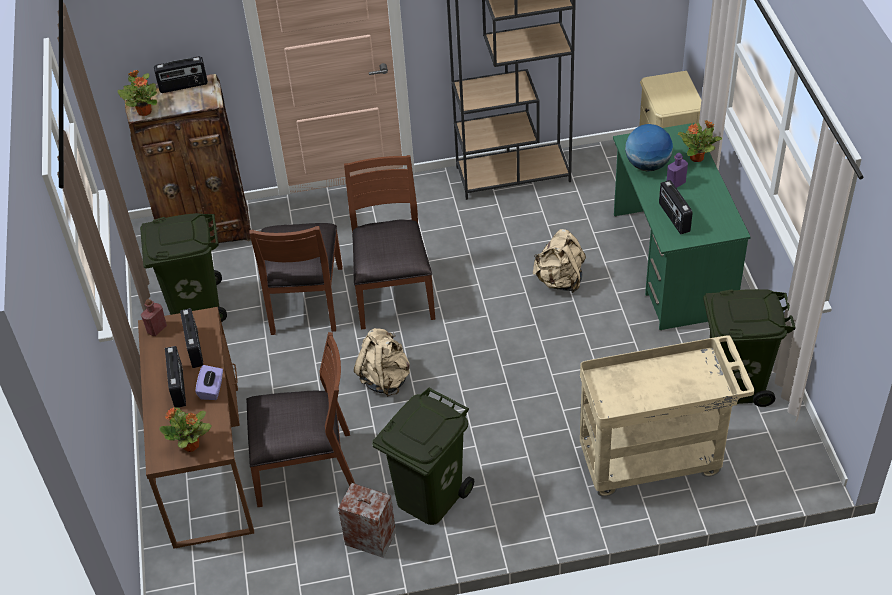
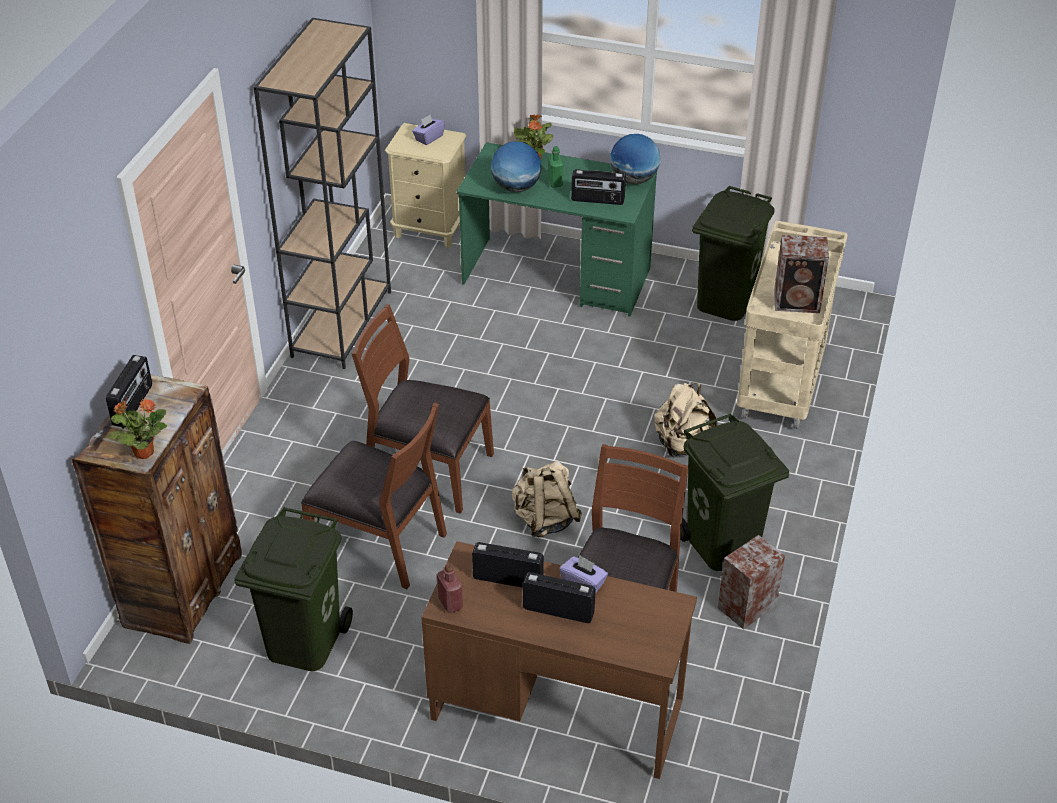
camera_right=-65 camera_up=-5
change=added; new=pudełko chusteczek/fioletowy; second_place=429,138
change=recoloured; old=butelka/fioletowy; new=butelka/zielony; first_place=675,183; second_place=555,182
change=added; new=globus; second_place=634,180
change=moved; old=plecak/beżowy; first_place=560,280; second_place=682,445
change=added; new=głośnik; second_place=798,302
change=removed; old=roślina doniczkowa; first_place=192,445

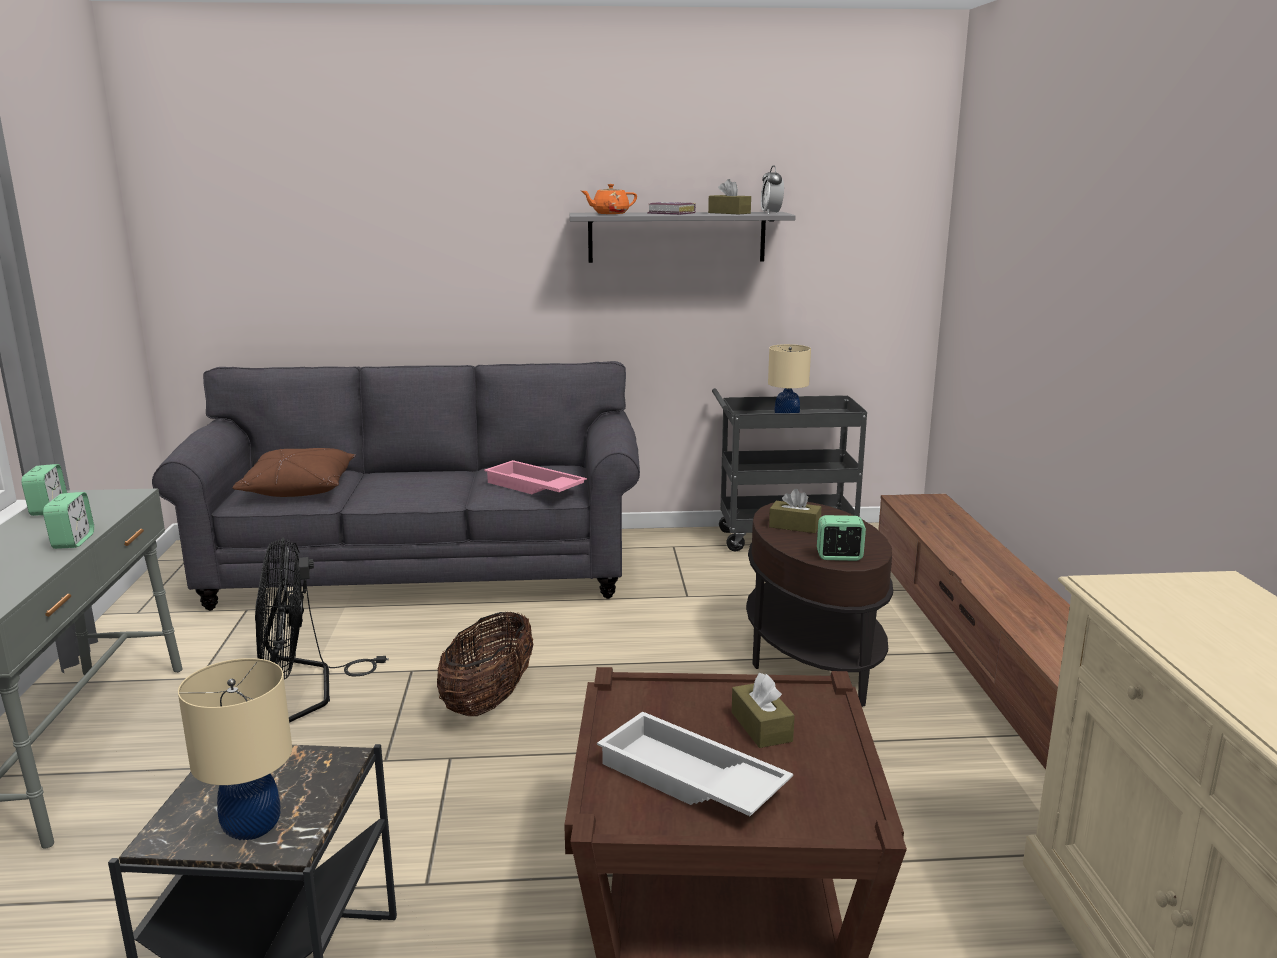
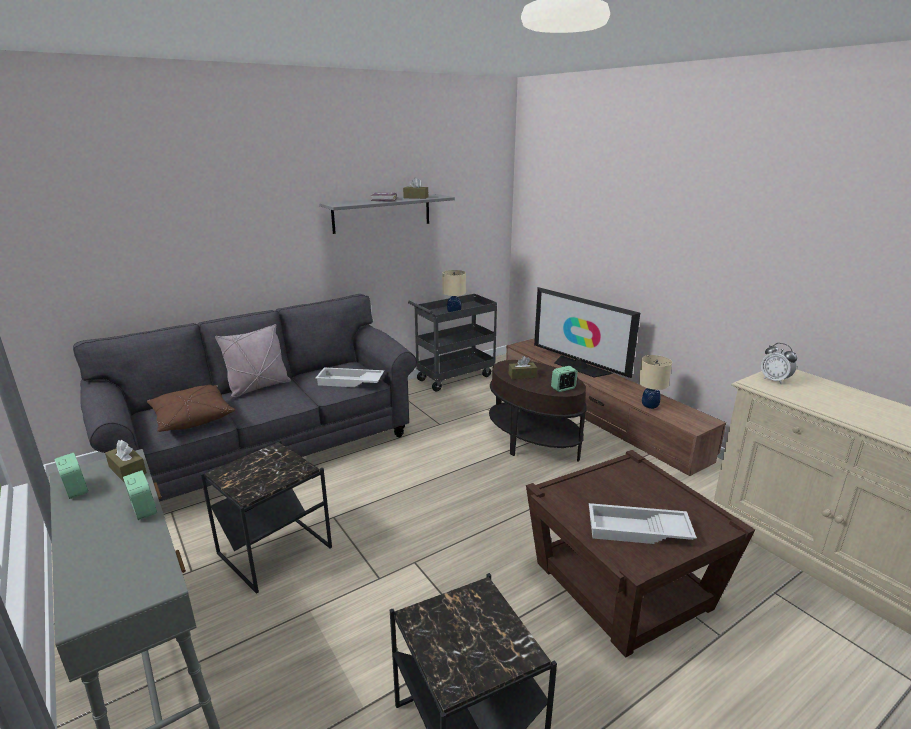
camera_right=-30 camera_up=5
change=moved; old=pudełko chusteczek/brązowy; first_place=761,727; second_place=127,470
change=replaced; old=wentylator/czarny; new=stolik/czarny; first_place=305,687; second_place=276,551
change=added; new=poduszka/fioletowy; second_place=258,388
change=recoloured; old=taca/różowy; new=taca/biały; first_place=533,487; second_place=349,382
change=added; new=telewizor; second_place=580,367
change=moved; old=lampa stołowa/beżowy; first_place=255,827; second_place=650,406
change=moved; old=budzik; first_place=771,213; second_place=774,380
change=removed; old=koszyk; first_place=489,700
change=removed; old=imbryk/pomarańczowy; first_place=609,213

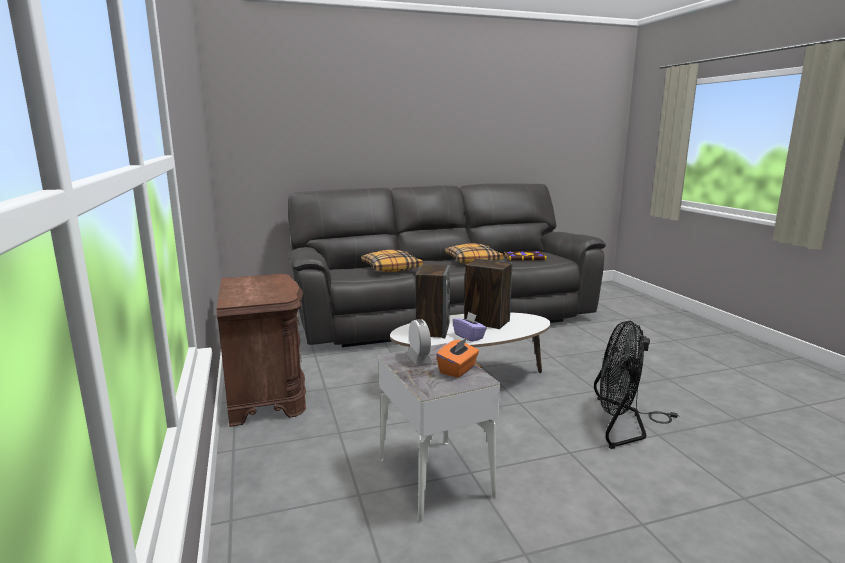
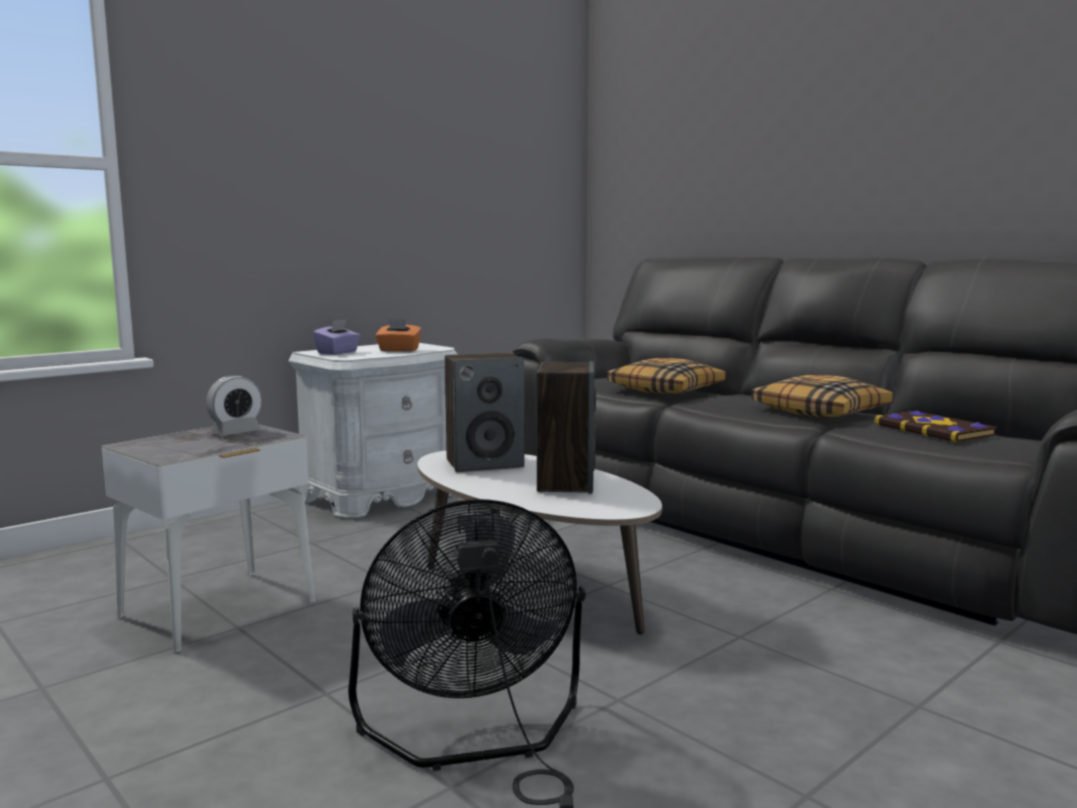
camera_right=65 camera_up=-5
change=recoloured; old=szafka nocna/brązowy; new=szafka nocna/biały; first_place=268,395; second_place=385,496
change=moved; old=pudełko chusteczek/fioletowy; first_place=469,336; second_place=338,352
change=moved; old=pudełko chusteczek/pomarańczowy; first_place=458,370; second_place=399,350

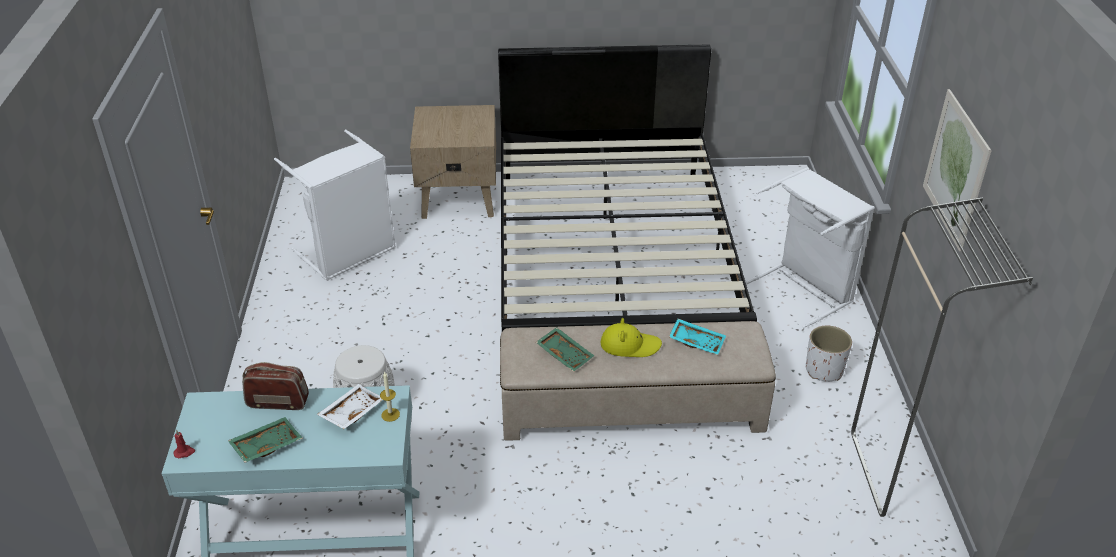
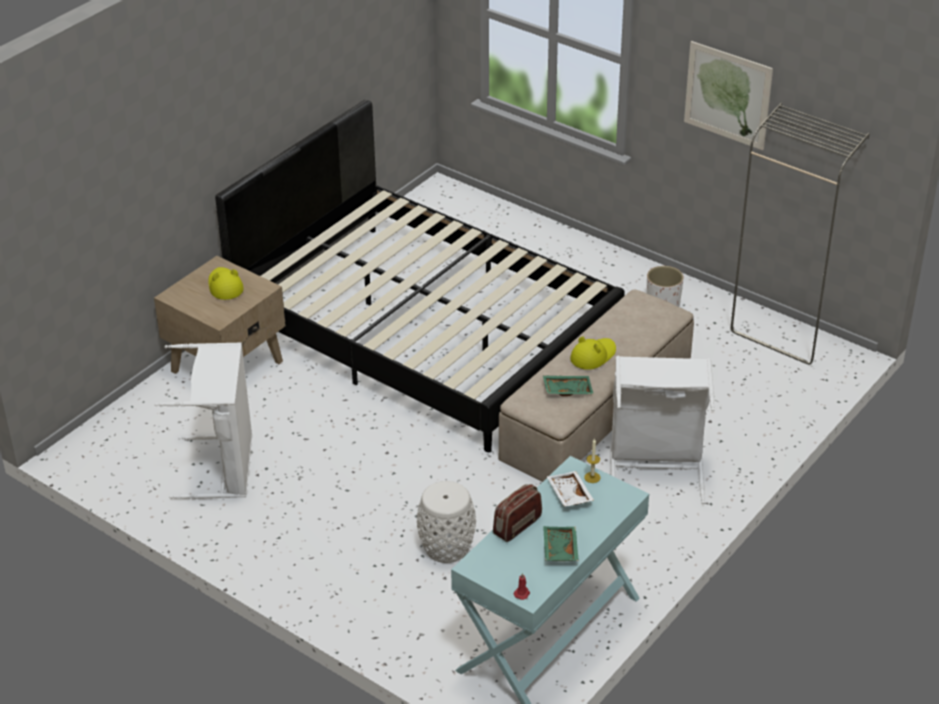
camera_right=-50 camera_up=0
change=added; new=kapelusz/żółty; second_place=225,286
change=moved; old=kosz na pranie/biały; first_place=805,289; second_place=656,469
change=removed; old=taca/turkusowy; first_place=697,341

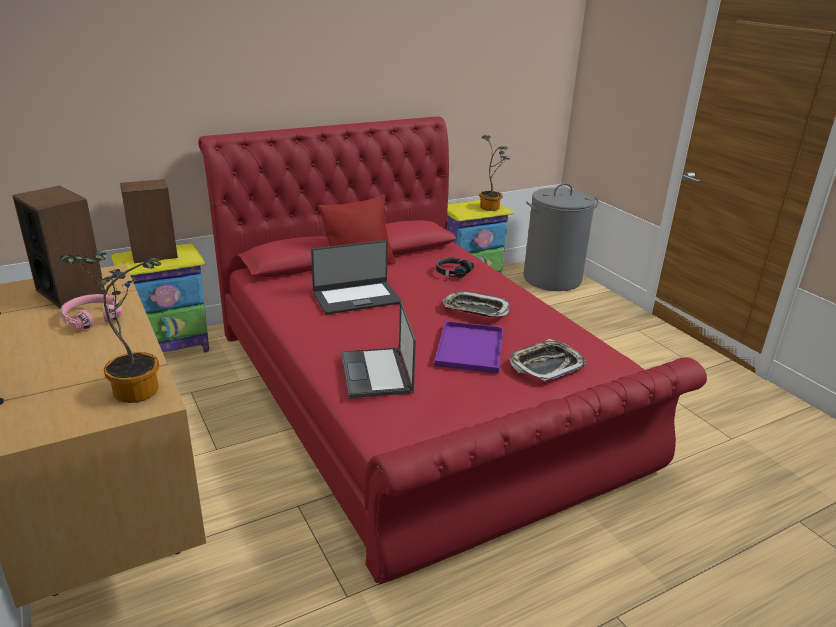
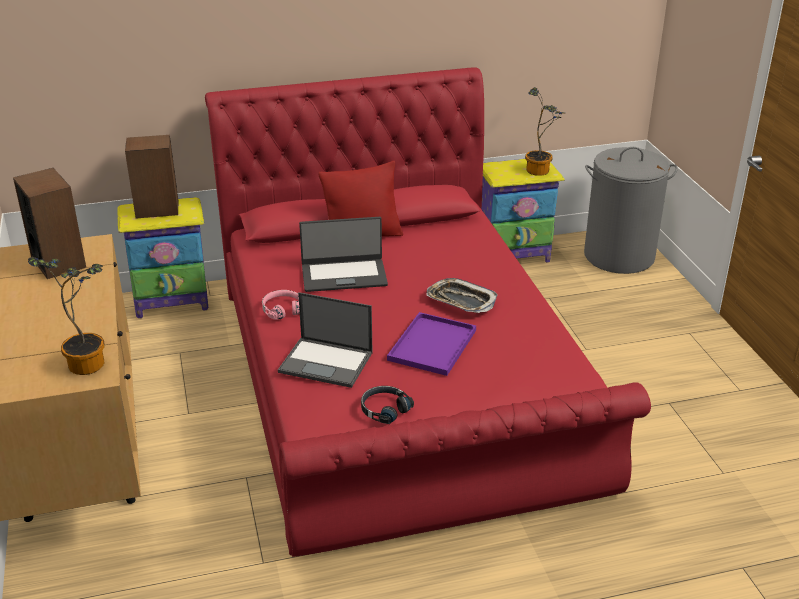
camera_right=15 camera_up=5
change=moved; old=słuchawki/różowy; first_place=92,318; second_place=282,309
change=turned; old=laptop; first_place=376,373; second_place=327,362; degrees=-75
change=moved; old=słuchawki/czarny; first_place=452,272; second_place=384,409
change=removed; old=taca; first_place=546,365

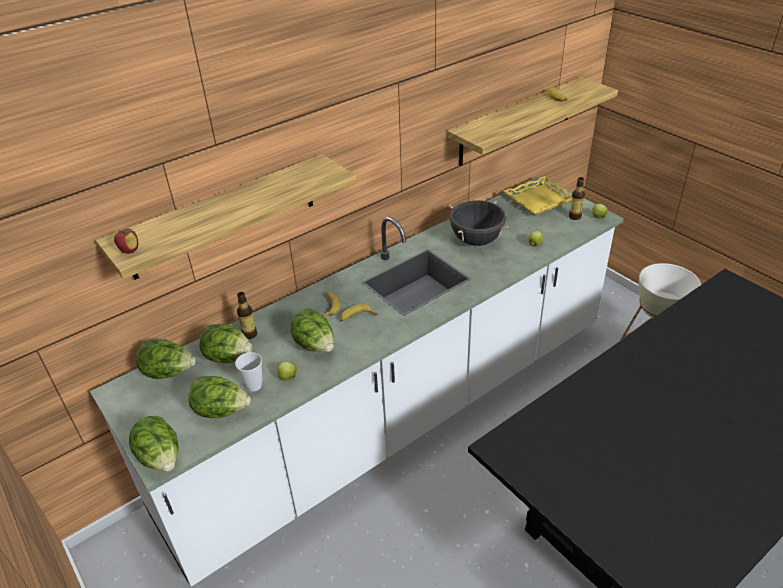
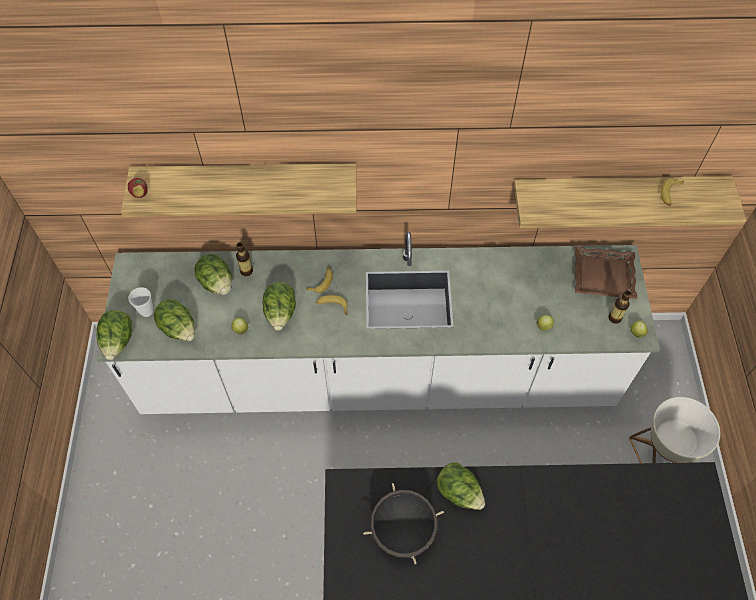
camera_right=35 camera_up=20
change=moved; old=filiżanka; first_place=254,386; second_place=147,311
change=moved; old=garnek/czarny; first_place=476,240; second_place=403,532
change=moved; old=sałata; first_place=169,372; second_place=459,492
change=recoloured; old=taca/żółty; new=taca/brązowy; first_place=539,200; second_place=603,277

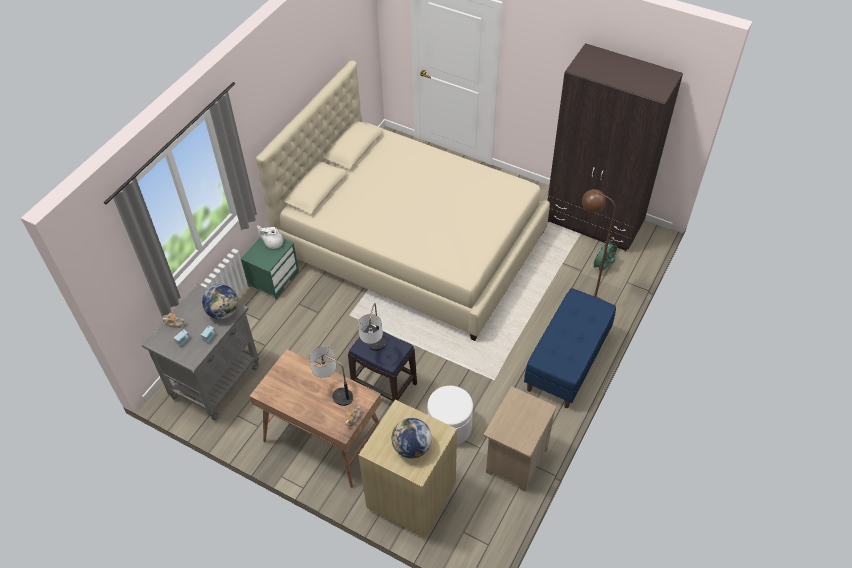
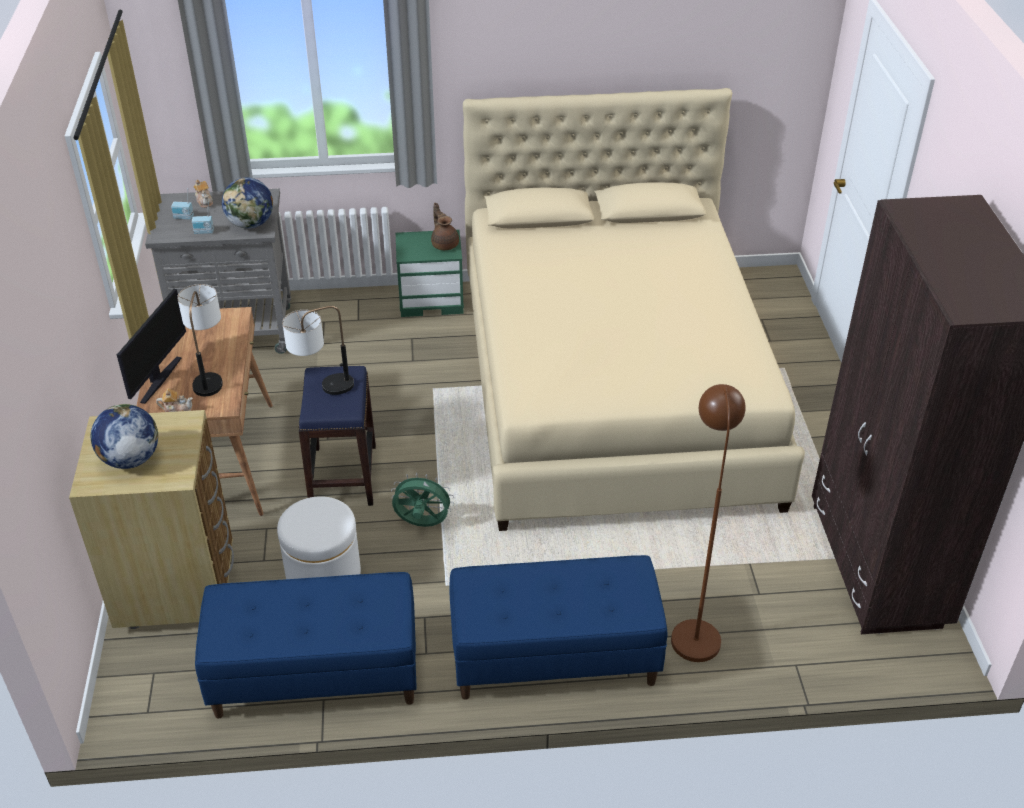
camera_right=55 camera_up=-10
change=added; new=monitor; second_place=159,379
change=replaced; old=szafka nocna/beżowy; new=ławka/niebieski; first_place=514,461; second_place=315,677
change=moved; old=wentylator/zielony; first_place=603,267; second_place=422,524
change=recoloured; old=imbryk/biały; new=imbryk/brązowy; first_place=273,243; second_place=444,244

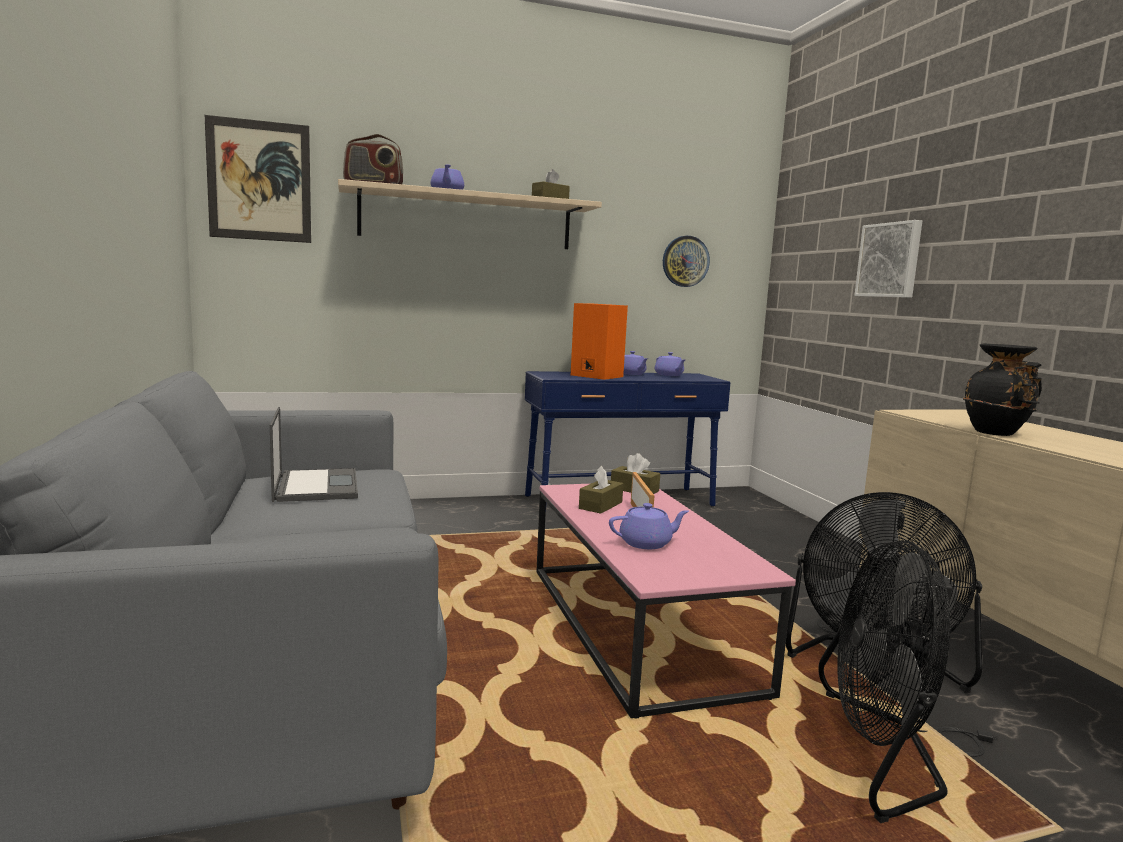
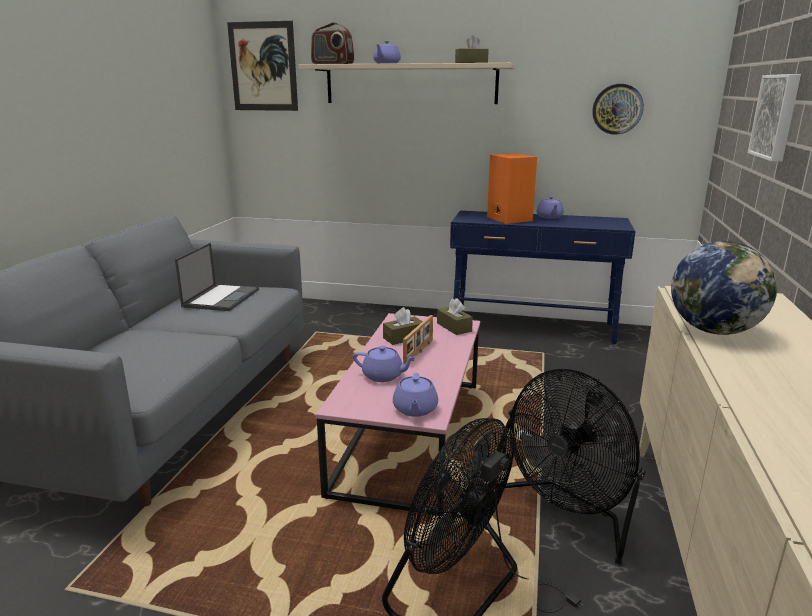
camera_right=30 camera_up=10
change=moved; old=imbryk/fioletowy; first_place=669,375; second_place=415,409
change=replaced; old=wazon/czarny; new=globus; first_place=997,432; second_place=714,330

